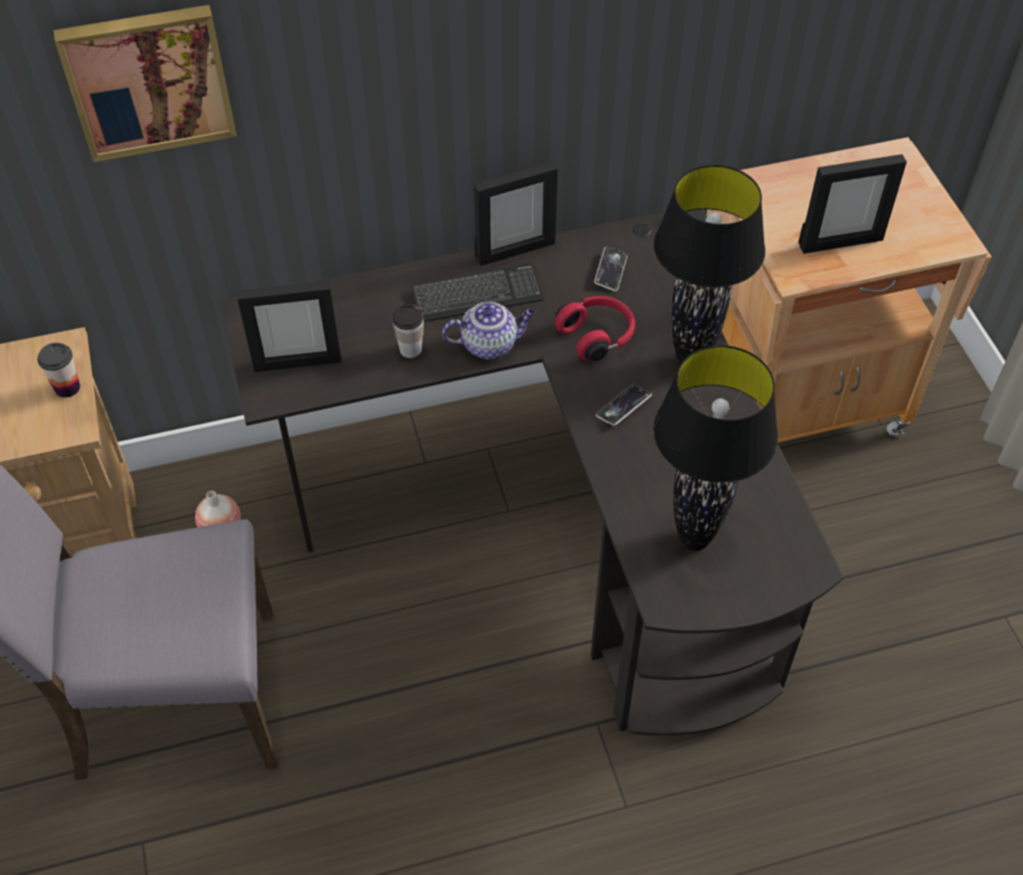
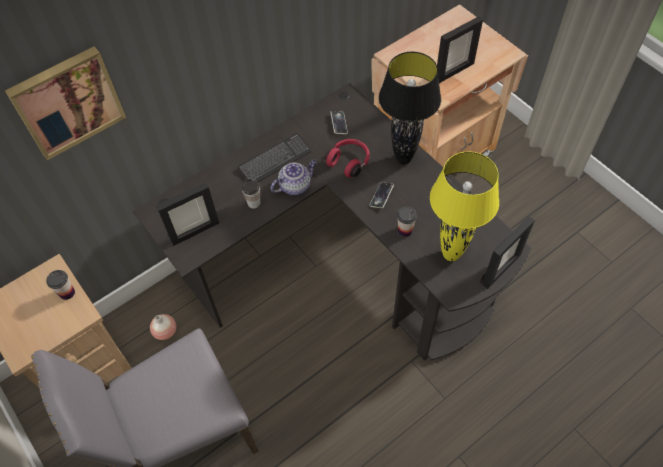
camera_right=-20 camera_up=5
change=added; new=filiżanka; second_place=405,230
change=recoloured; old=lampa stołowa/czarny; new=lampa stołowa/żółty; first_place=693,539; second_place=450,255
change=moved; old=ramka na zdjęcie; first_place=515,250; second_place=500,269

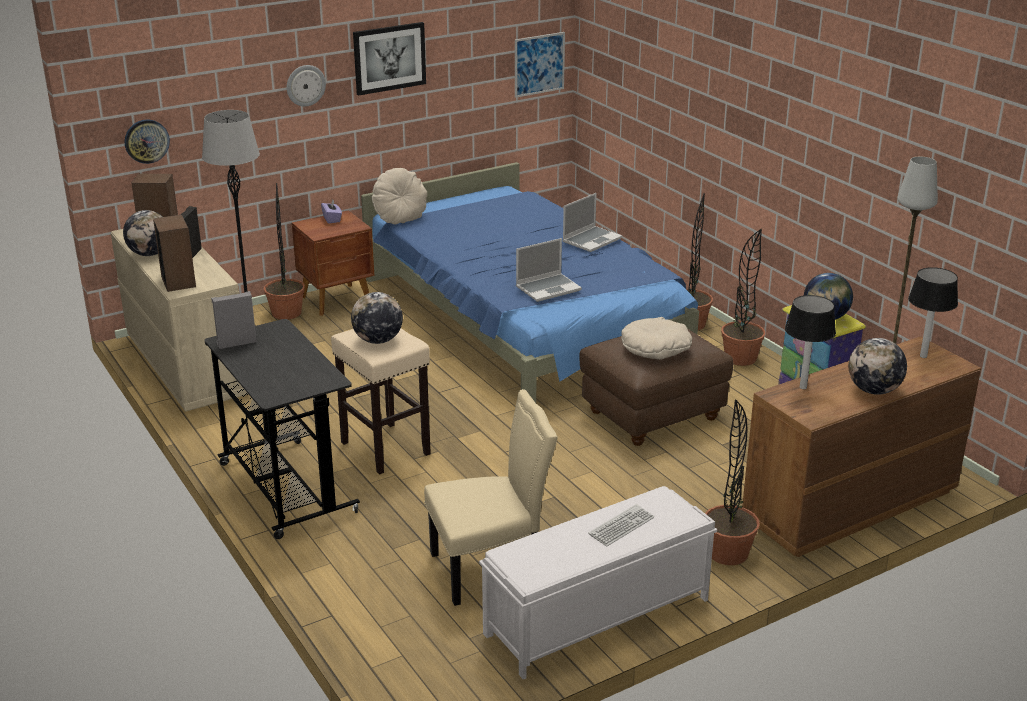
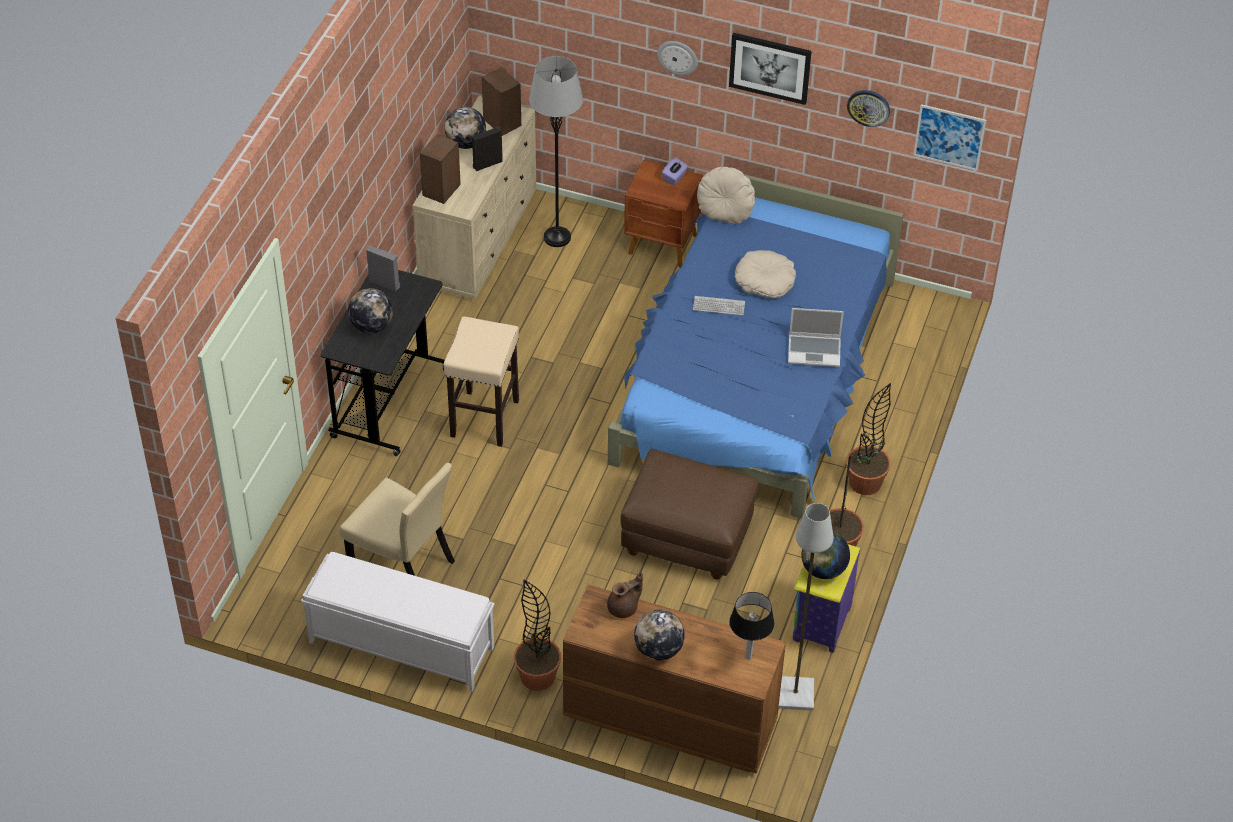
camera_right=50 camera_up=20
change=moved; old=globus; first_place=378,340; second_place=371,326
change=replaced; old=lampa stołowa; new=imbryk/brązowy; first_place=803,387; second_place=624,608
change=moved; old=klawiatura; first_place=621,526; second_place=719,306
change=moved; old=poduszka/beżowy; first_place=654,348; second_place=765,281
change=moved; old=zegar ścienny; first_place=146,141; second_place=868,107
change=removed; old=roślina doniczkowa; first_place=286,313
change=removed; old=laptop; first_place=548,288

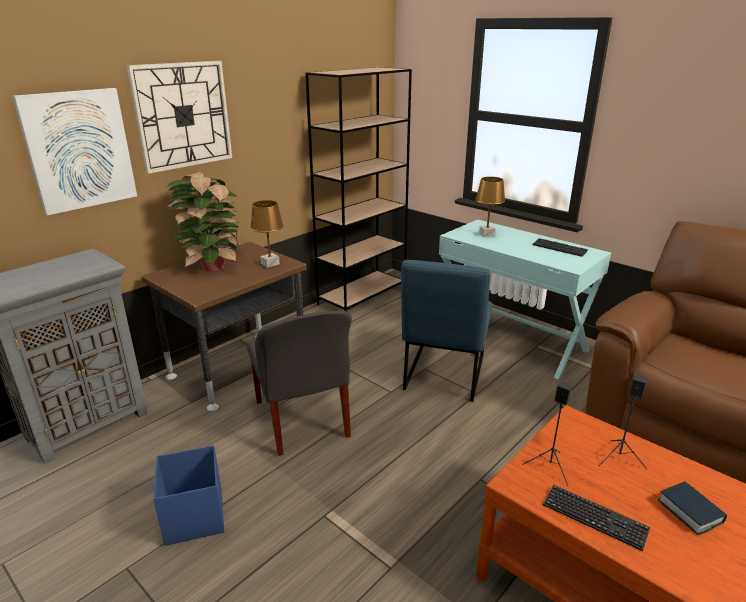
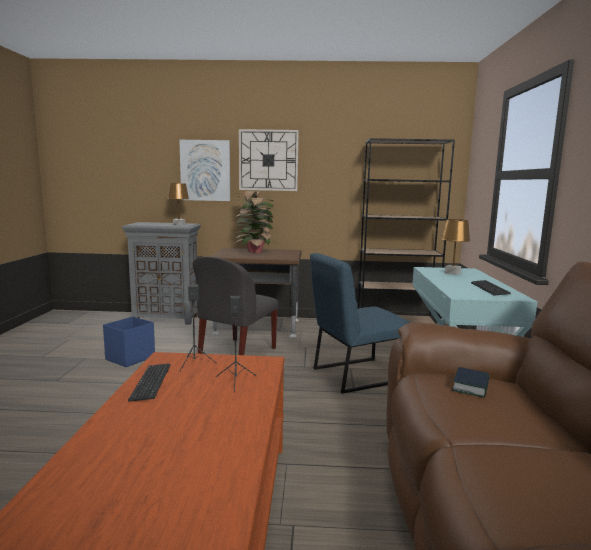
camera_right=50 camera_up=-15
change=moved; old=lampa stołowa/brązowy; first_place=270,264; second_place=179,224
change=moved; old=książka; first_place=690,511; second_place=471,386

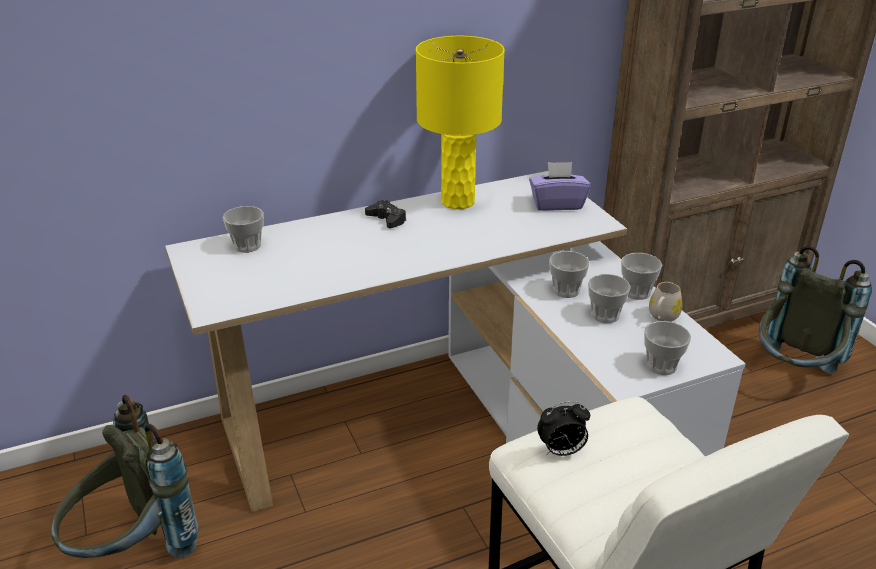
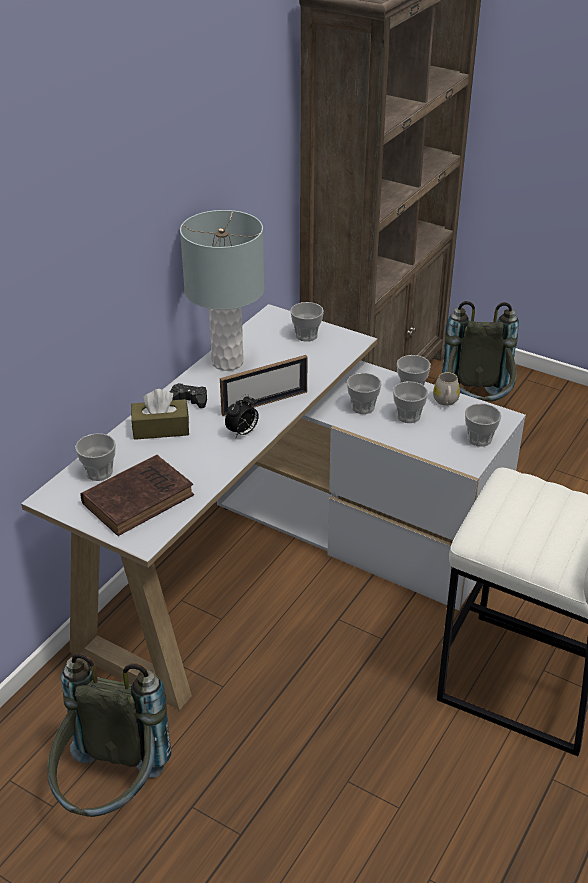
camera_right=-35 camera_up=5
change=added; new=książka/brązowy; second_place=140,498
change=added; new=pudełko chusteczek/brązowy; second_place=161,429
change=recoloured; old=lampa stołowa/żółty; new=lampa stołowa/szary; first_place=457,201; second_place=227,362
change=added; new=ramka na zdjęcie; second_place=264,403
change=moved; old=budzik; first_place=561,451; second_place=242,433
change=replaced; old=pudełko chusteczek/fioletowy; new=filiżanka; first_place=557,204; second_place=306,335

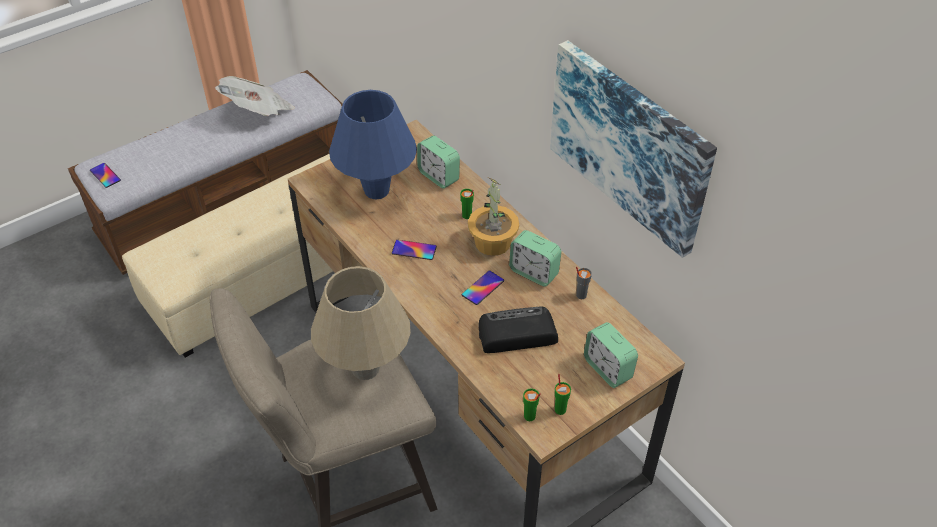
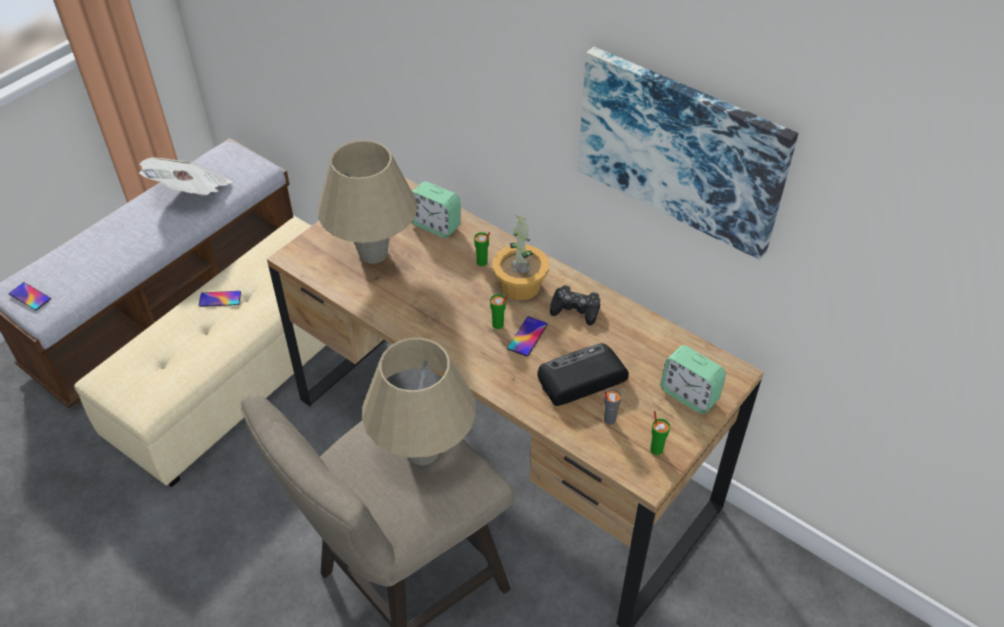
camera_right=-15 camera_up=0
change=moved; old=telefon; first_place=414,250; second_place=220,299
change=recoloured; old=lampa stołowa/niebieski; new=lampa stołowa/beżowy; first_place=377,190; second_place=373,253
change=moved; old=filiżanka/zielony; first_place=529,416; second_place=498,325
change=replaced; old=budzik; new=pad do gier/czarny; first_place=534,272; second_place=575,309
change=moved; old=filiżanka/szary; first_place=581,295; second_place=609,419

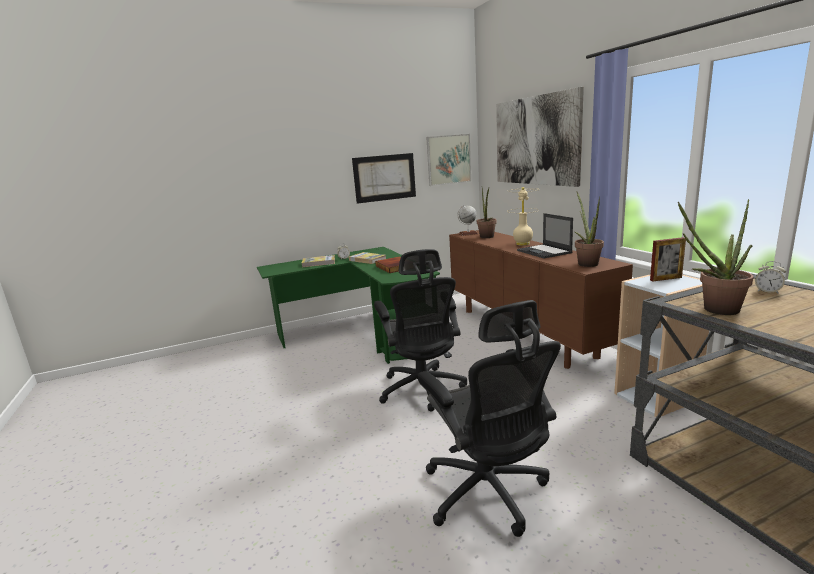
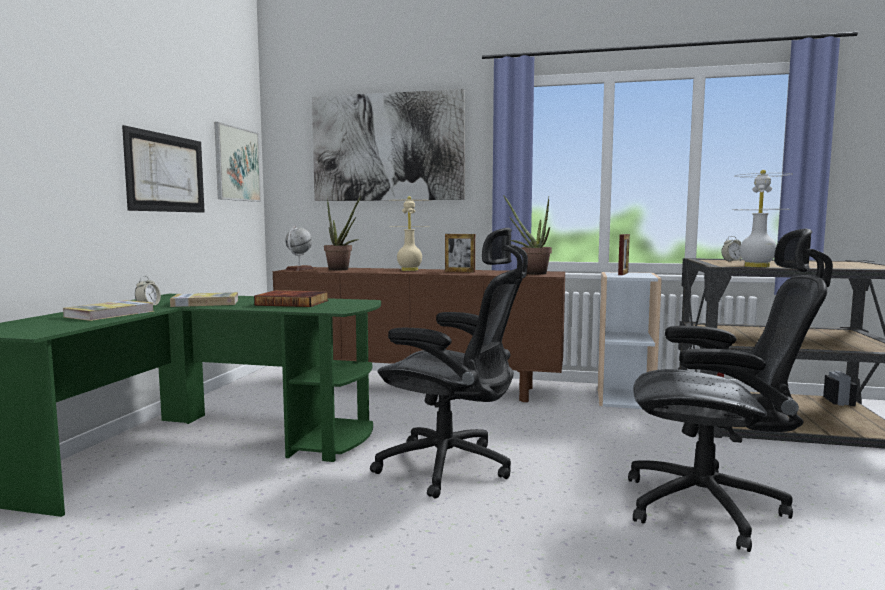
camera_right=-55 camera_up=-10
change=replaced; old=laptop; new=ramka na zdjęcie; first_place=544,252; second_place=460,272
change=replaced; old=roślina doniczkowa; new=lampa stołowa/biały; first_place=713,310; second_place=756,266

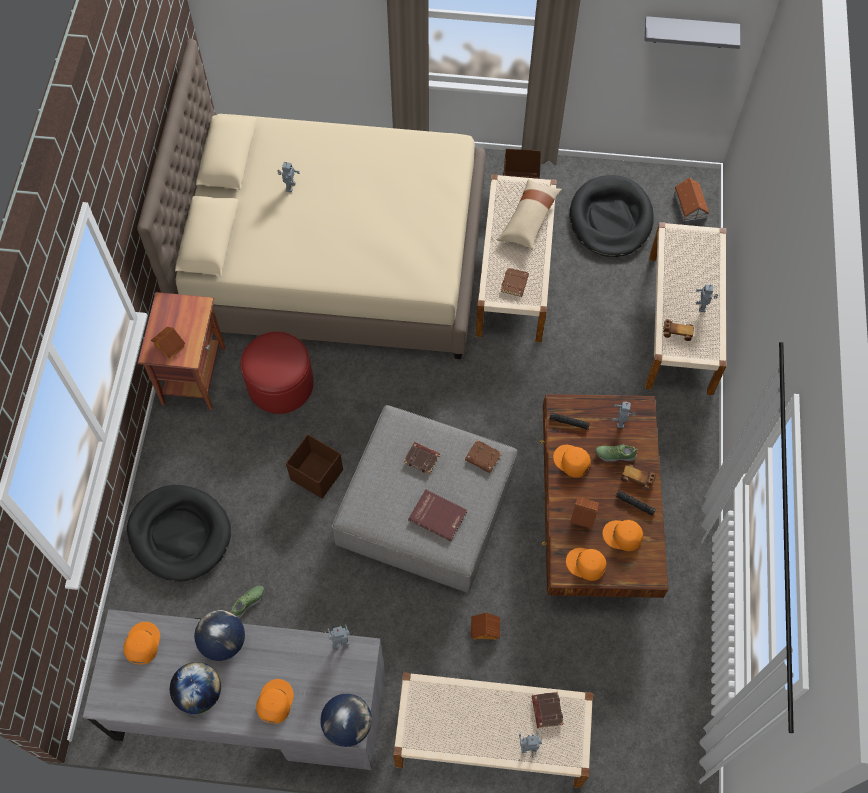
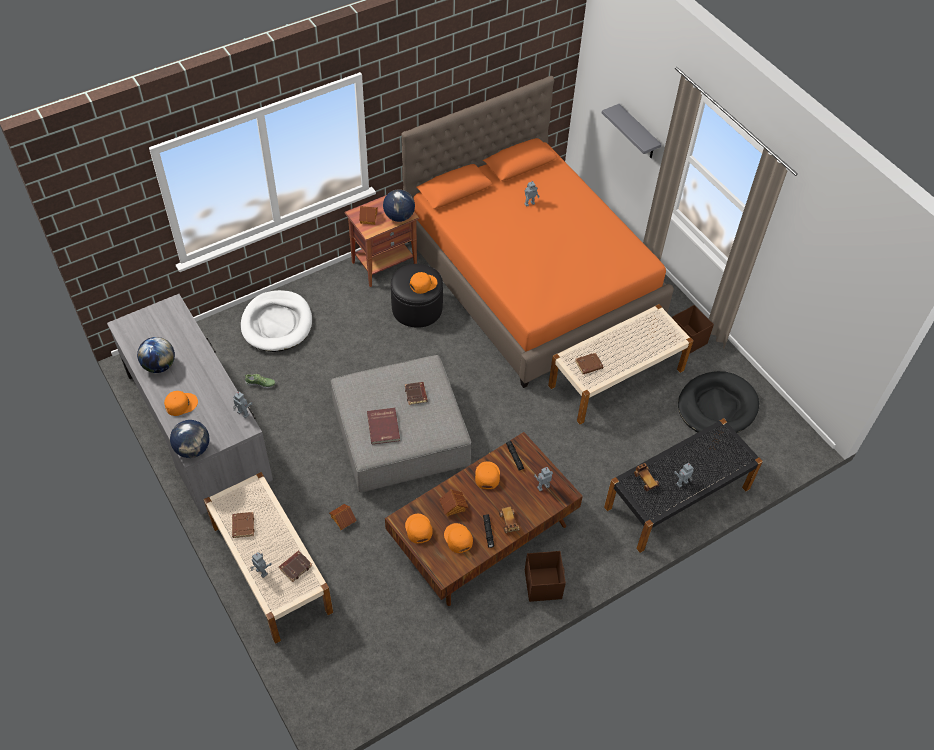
camera_right=50 camera_up=-10
change=moved; old=książka/brązowy; first_place=482,458; second_place=243,526
change=recoloured; old=legowisko/czarny; new=legowisko/biały; first_place=180,534; second_place=277,323
change=moved; old=globus; first_place=223,642; second_place=399,216
change=recoloured; old=pufa/czerwony; new=pufa/czarny; first_place=280,384; second_place=417,308
change=recoloured; old=łóżko/beżowy; new=łóżko/pomarańczowy; first_place=334,256; second_place=531,278
change=moved; old=czapka z daszkiem/pomarańczowy; first_place=141,643; second_place=423,284
change=moved; old=pojemnik do przechowywania/brązowy; first_place=316,474; second_place=543,584
change=moved; old=półka/szary; first_place=689,32; second_place=638,133
change=recoloured; old=ławka/beżowy; new=ławka/czarny; first_place=681,323; second_place=677,498
change=removed; old=poduszka/beżowy; first_place=529,219
change=removed; old=but; first_place=615,454
change=removed; old=domek; first_place=689,206

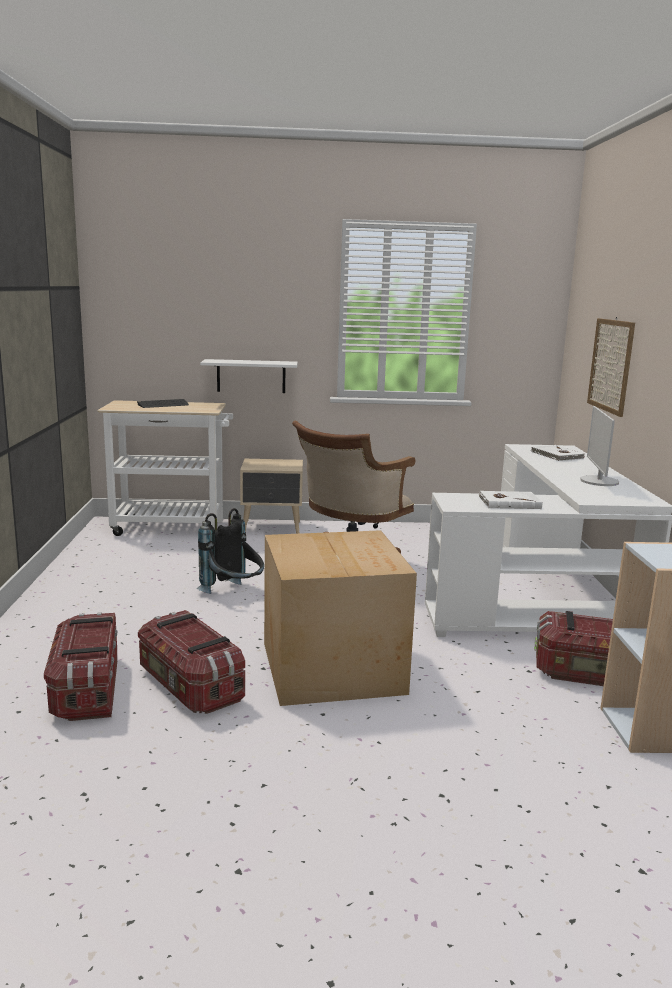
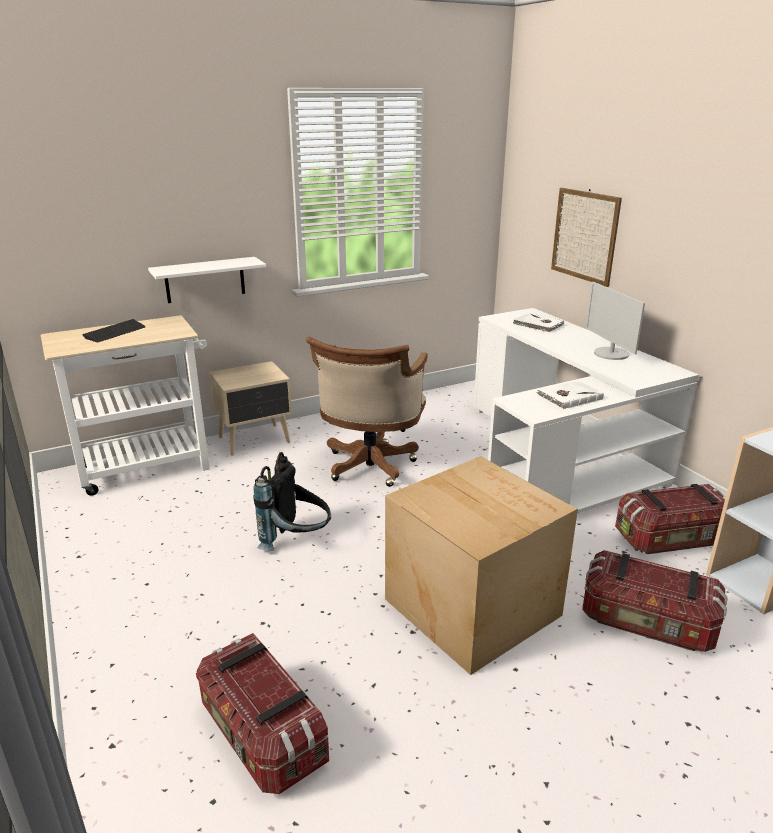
camera_right=-25 camera_up=10
change=moved; old=pojemnik do przechowywania; first_place=189,686; second_place=647,623

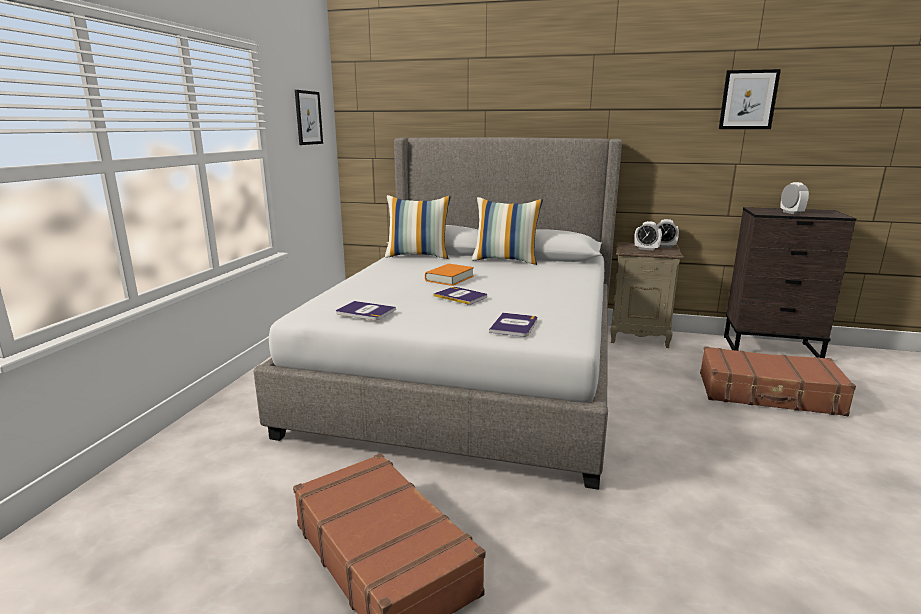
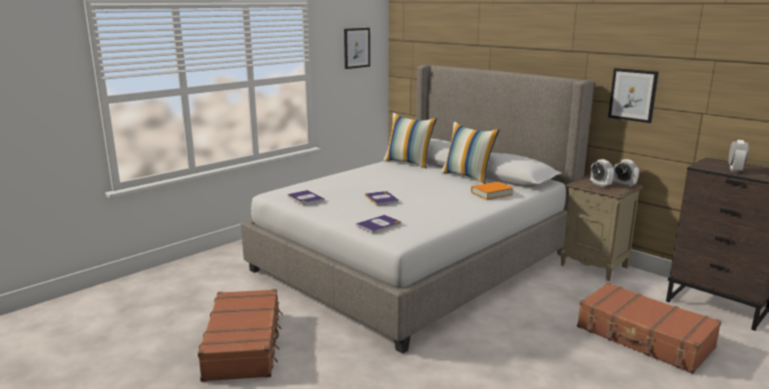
camera_right=30 camera_up=0
change=moved; old=książka/pomarańczowy; first_place=449,278; second_place=491,194
change=moved; old=obraz; first_place=748,100; second_place=633,95

